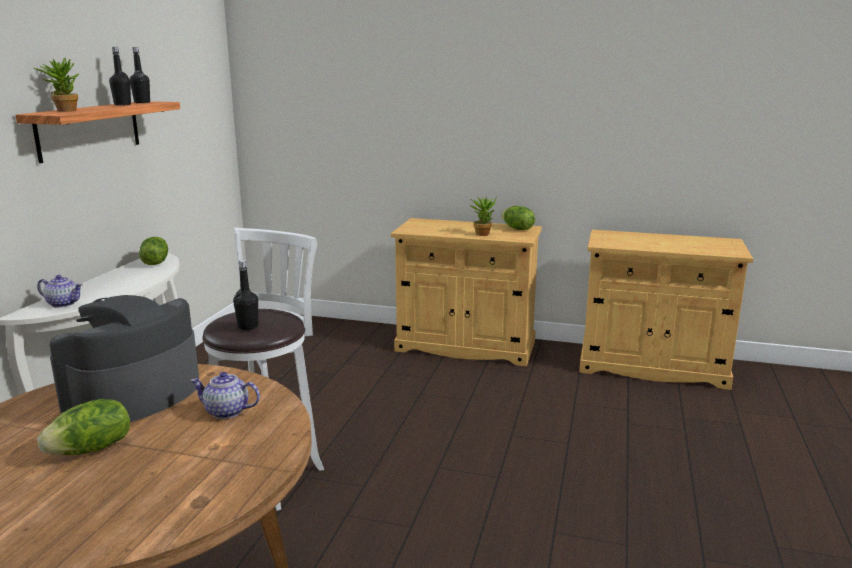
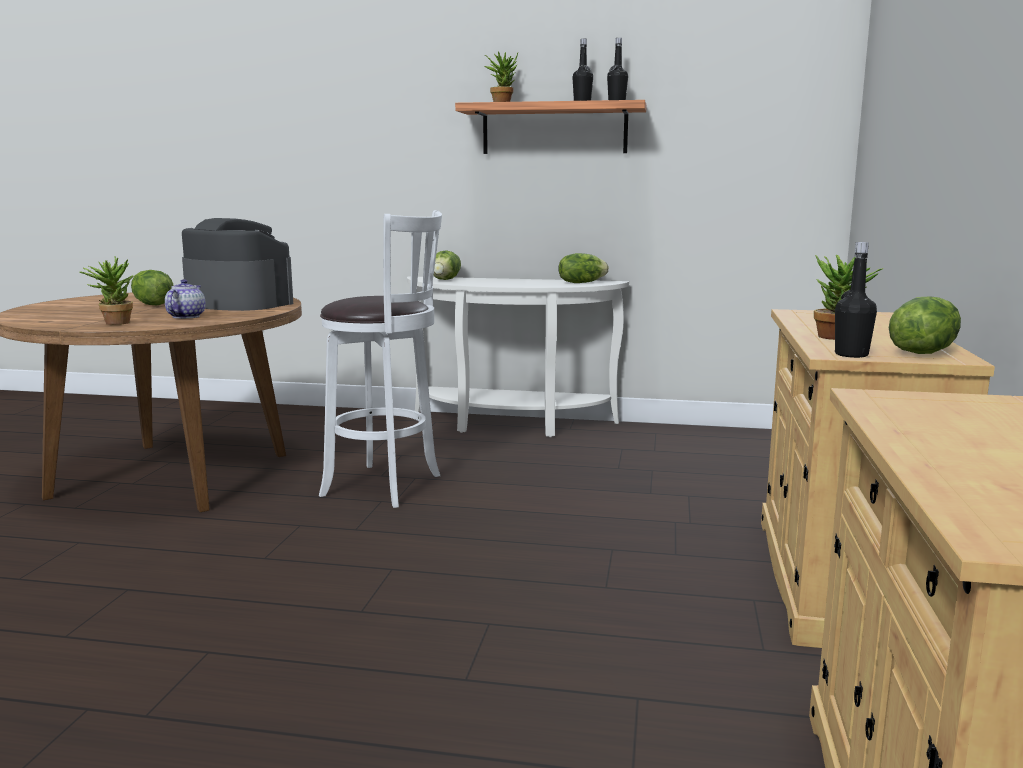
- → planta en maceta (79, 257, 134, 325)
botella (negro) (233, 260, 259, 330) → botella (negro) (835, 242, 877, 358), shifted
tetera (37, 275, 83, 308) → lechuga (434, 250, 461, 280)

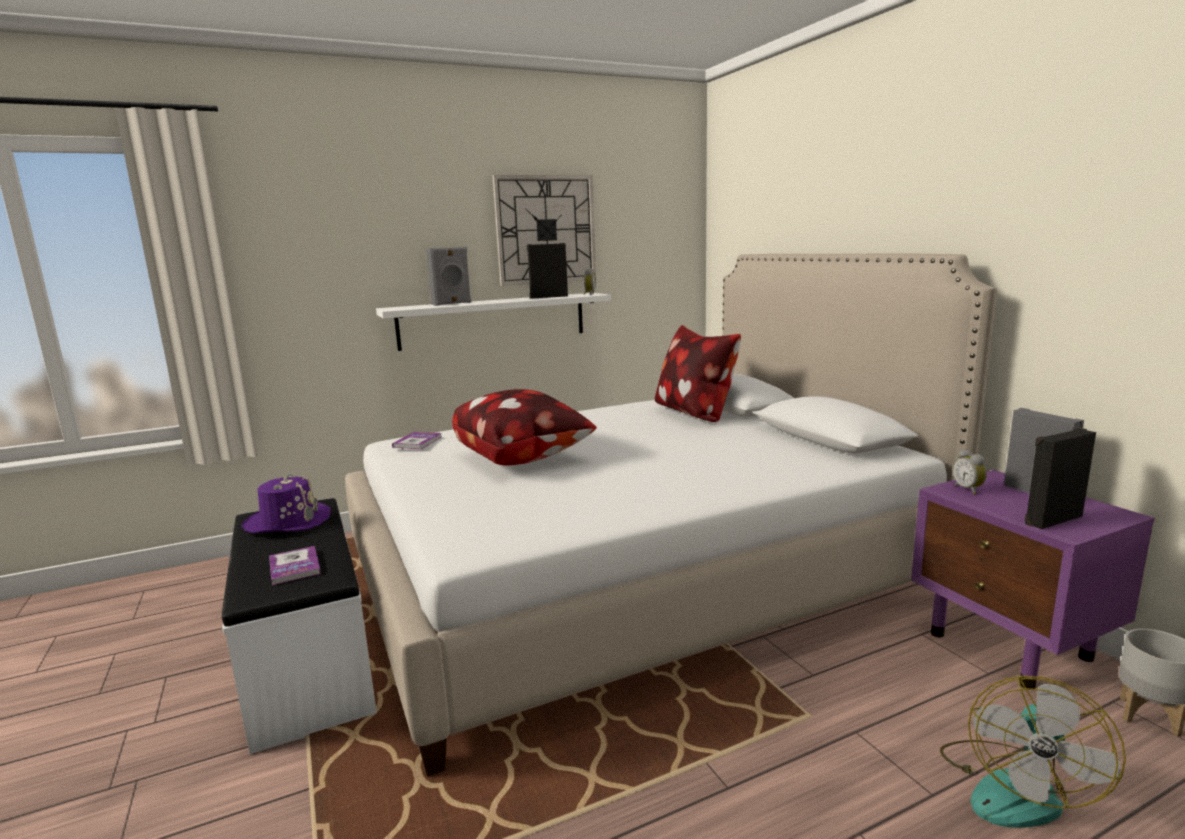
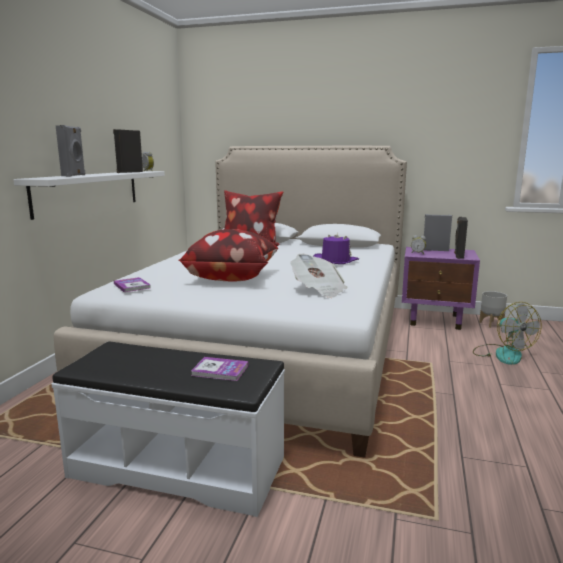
reloj de pared (492, 175, 596, 286) → -
- → periódico (290, 254, 348, 298)
sombrero (morado) (242, 474, 331, 533) → sombrero (morado) (313, 233, 359, 264), shifted

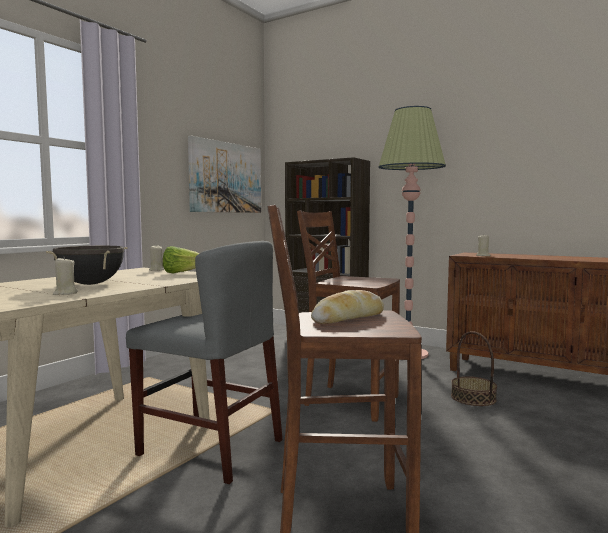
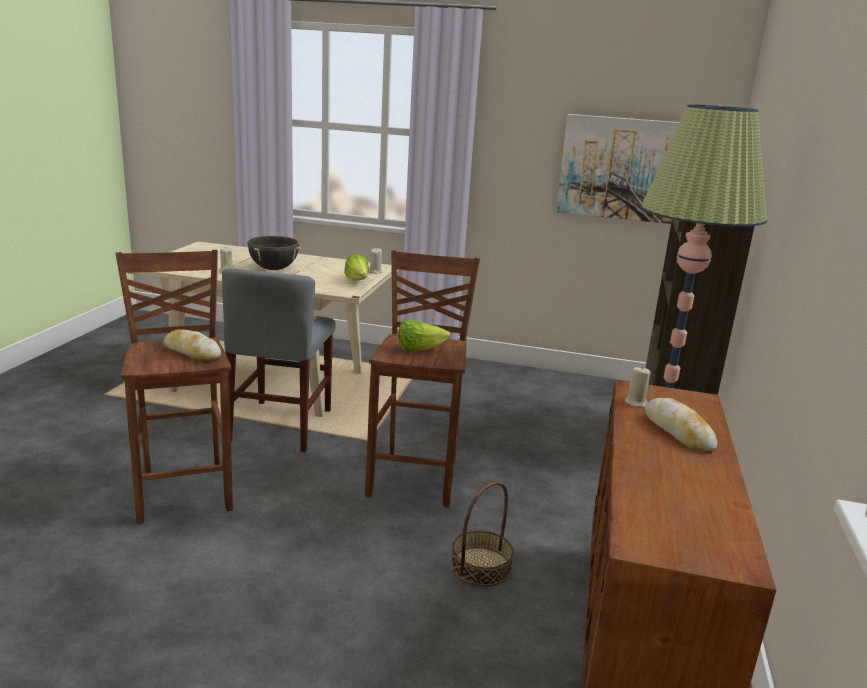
- → lechuga (398, 319, 451, 352)
- → pan (645, 398, 717, 452)

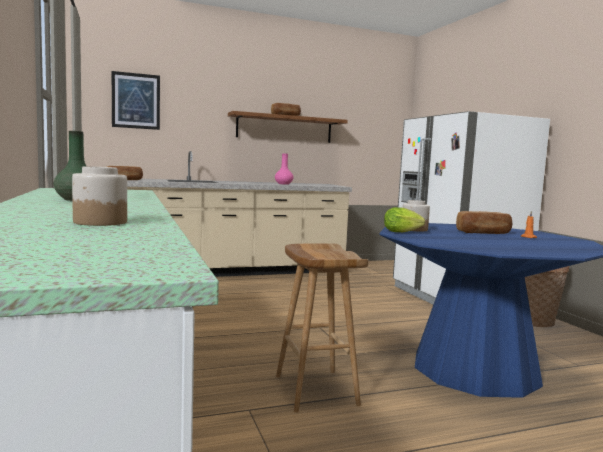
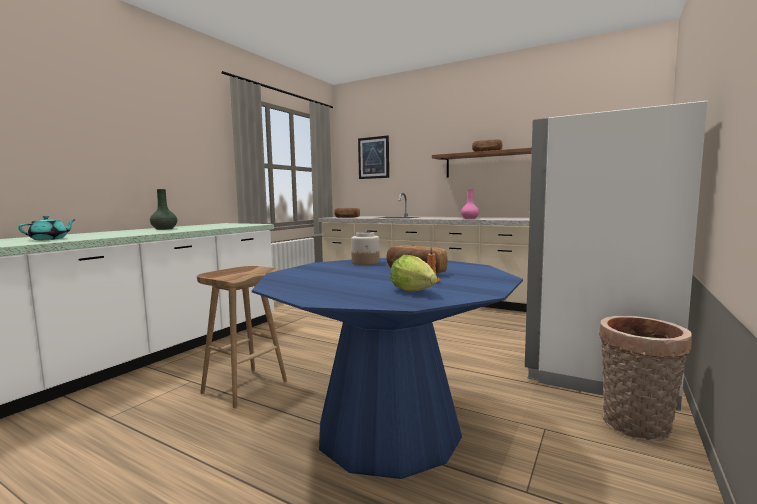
lechuga (384, 207, 425, 233) → lechuga (390, 255, 437, 292), shifted
tarro (72, 166, 127, 226) → tetera (turquesa) (18, 216, 76, 240)

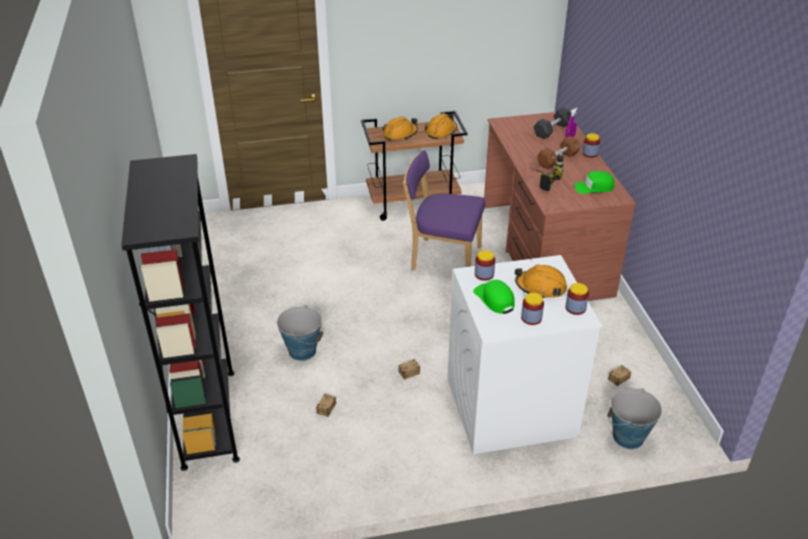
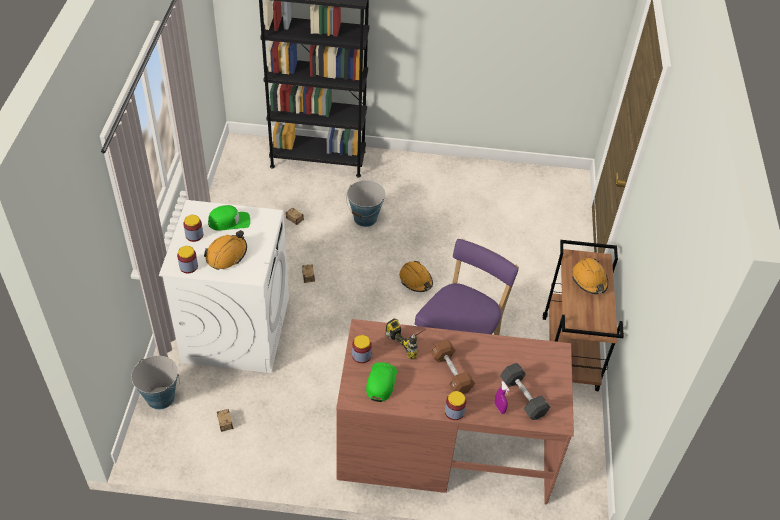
casco (naranja) (425, 113, 457, 139) → casco (naranja) (399, 261, 433, 292), shifted
tarro (475, 250, 495, 281) → tarro (352, 335, 372, 363), shifted

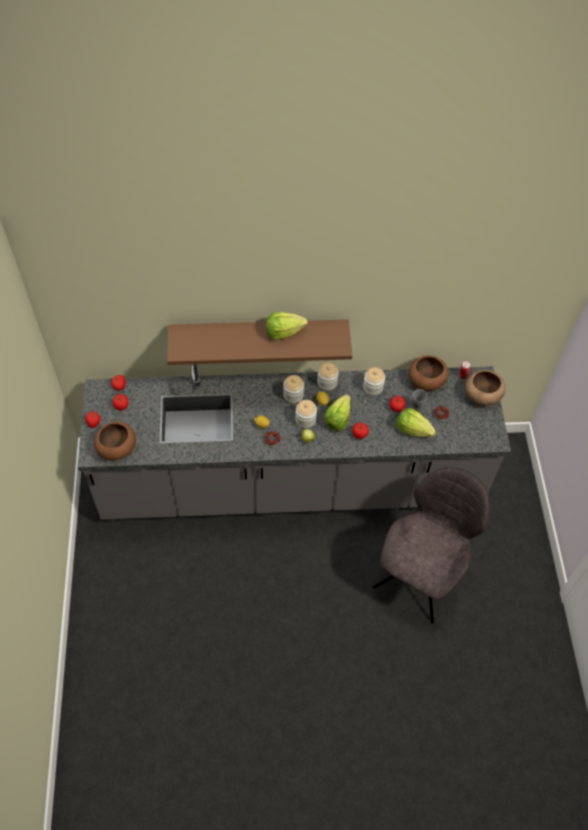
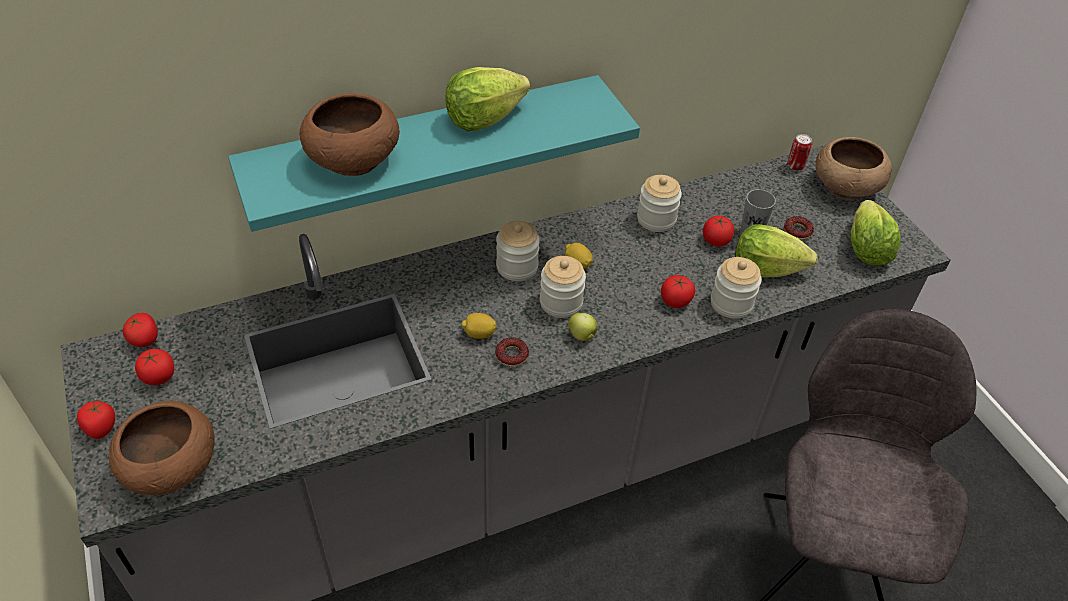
tarro (317, 362, 339, 391) → tarro (711, 257, 762, 319), shifted
lechuga (324, 395, 351, 431) → lechuga (851, 200, 901, 265), shifted
cuenco (marrón) (409, 355, 448, 391) → cuenco (marrón) (299, 93, 400, 176), shifted
estante (marrón) (167, 319, 352, 365) → estante (turquesa) (228, 75, 640, 232)

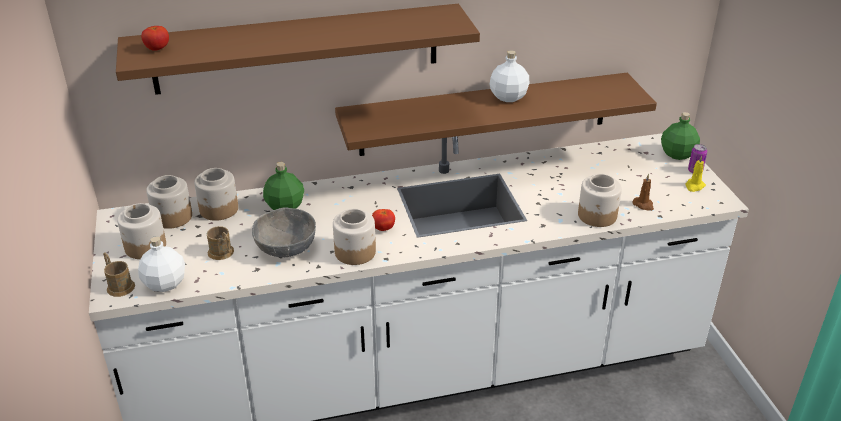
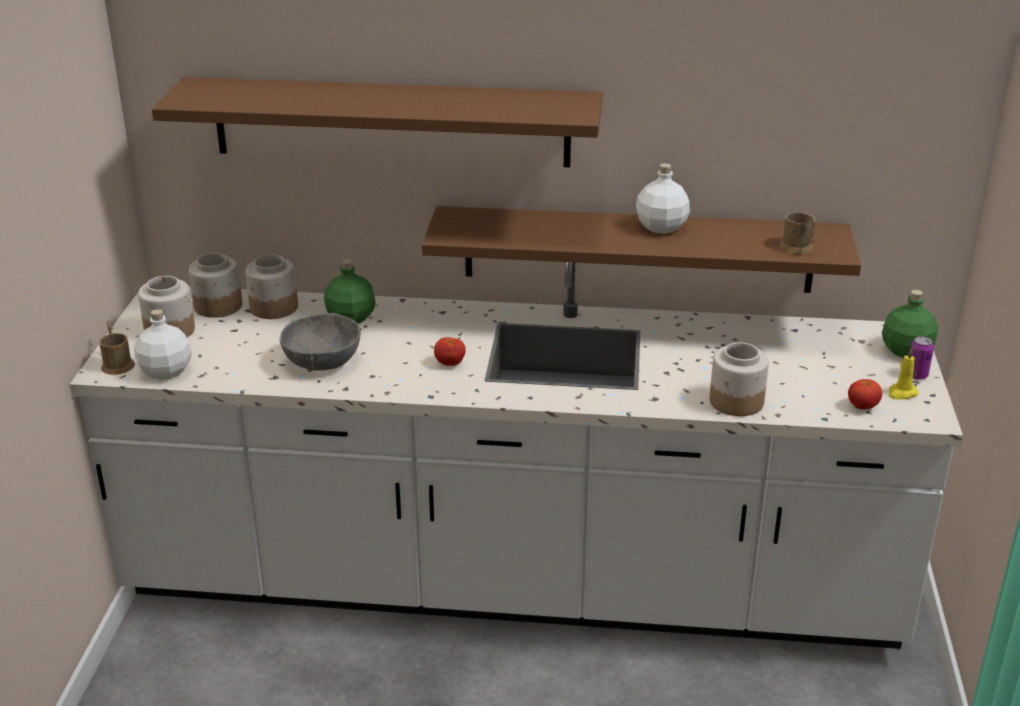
tarro (333, 209, 376, 265) → -
vela (marrón) (632, 174, 654, 211) → -
tomate (141, 26, 169, 51) → tomate (848, 379, 882, 409), shifted
taza grande (marrón) (207, 226, 234, 260) → taza grande (marrón) (779, 212, 816, 253), shifted

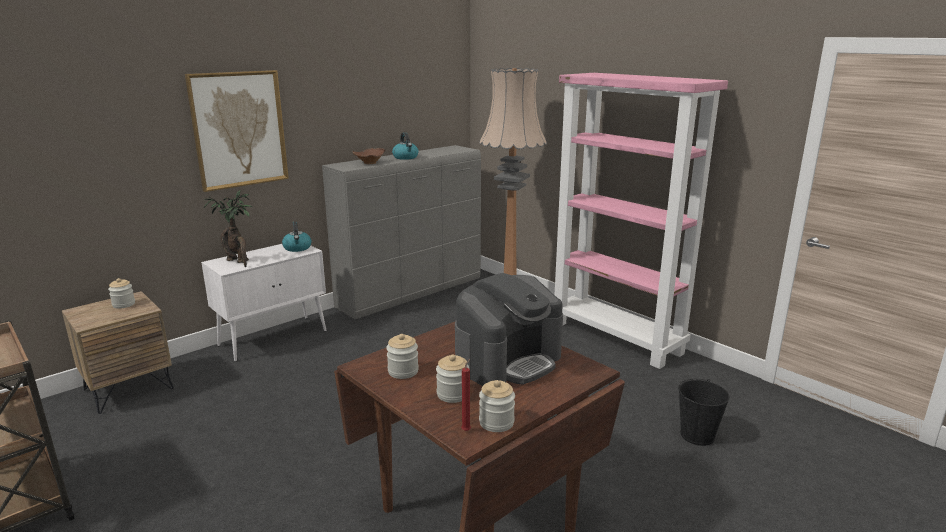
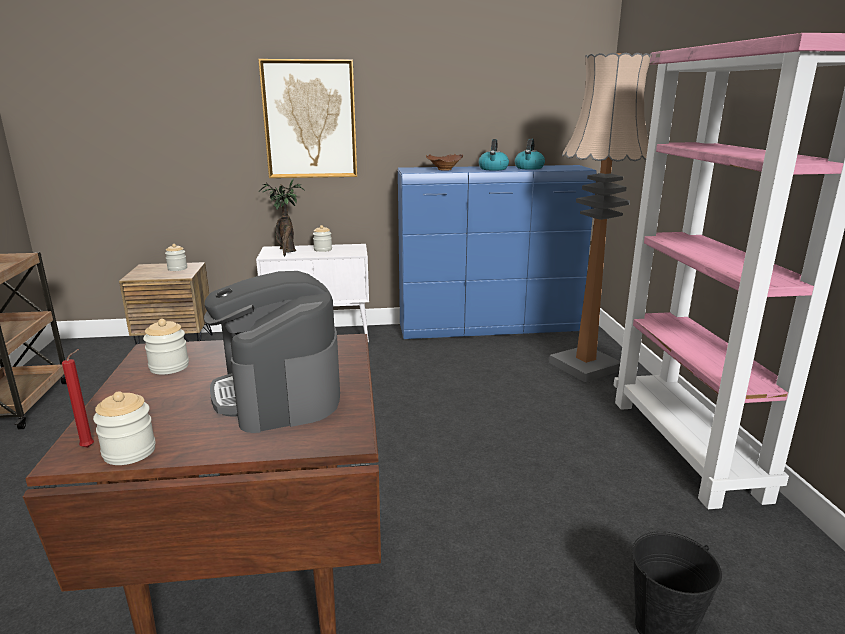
hervidor (282, 222, 312, 252) → hervidor (515, 138, 545, 170), shifted
tarro (436, 354, 469, 403) → tarro (313, 225, 332, 252), shifted
cómoda (gris) (322, 145, 481, 319) → cómoda (azul) (398, 165, 596, 339)
cafetera (455, 273, 563, 386) → cafetera (204, 271, 340, 433), 75 degrees clockwise

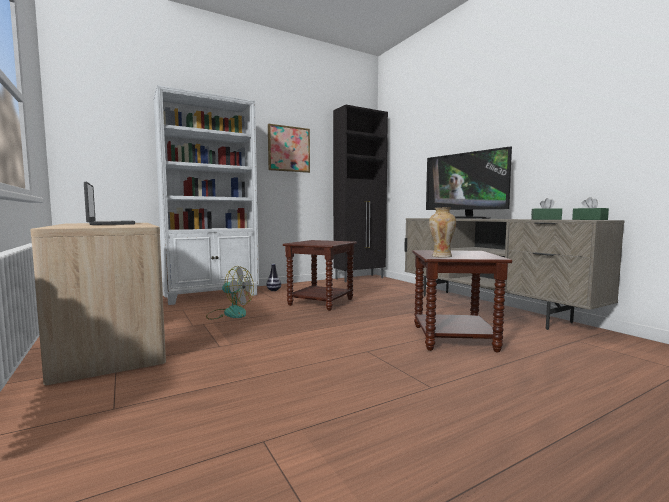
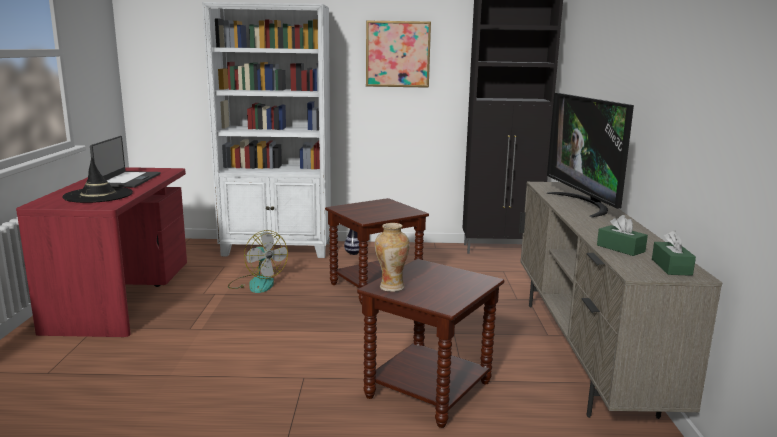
- → sombrero (negro) (62, 157, 133, 203)
escritorio (beis) (30, 223, 166, 385) → escritorio (rojo) (16, 167, 187, 337)

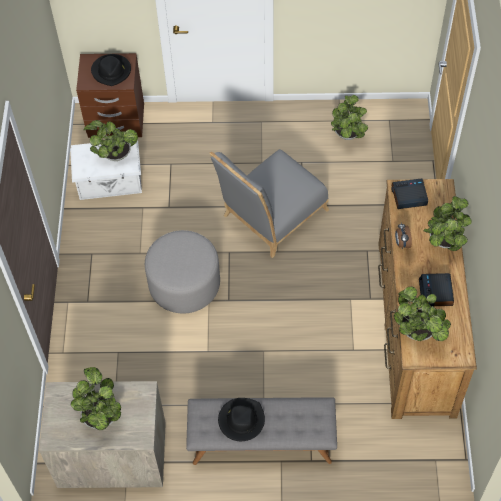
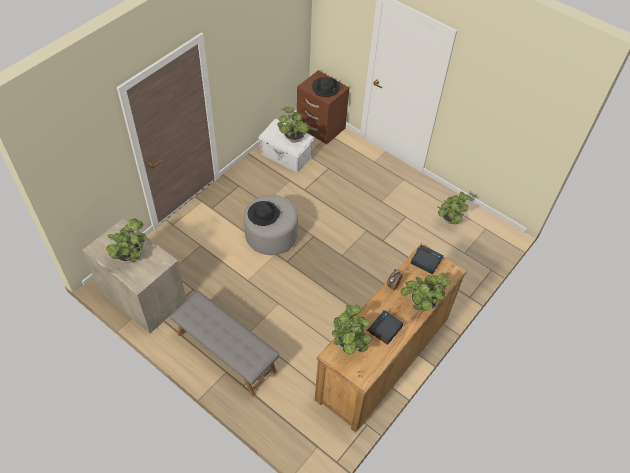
silla (gris) (209, 149, 329, 258) → -
sombrero (negro) (218, 398, 265, 441) → sombrero (negro) (248, 201, 280, 226), shifted

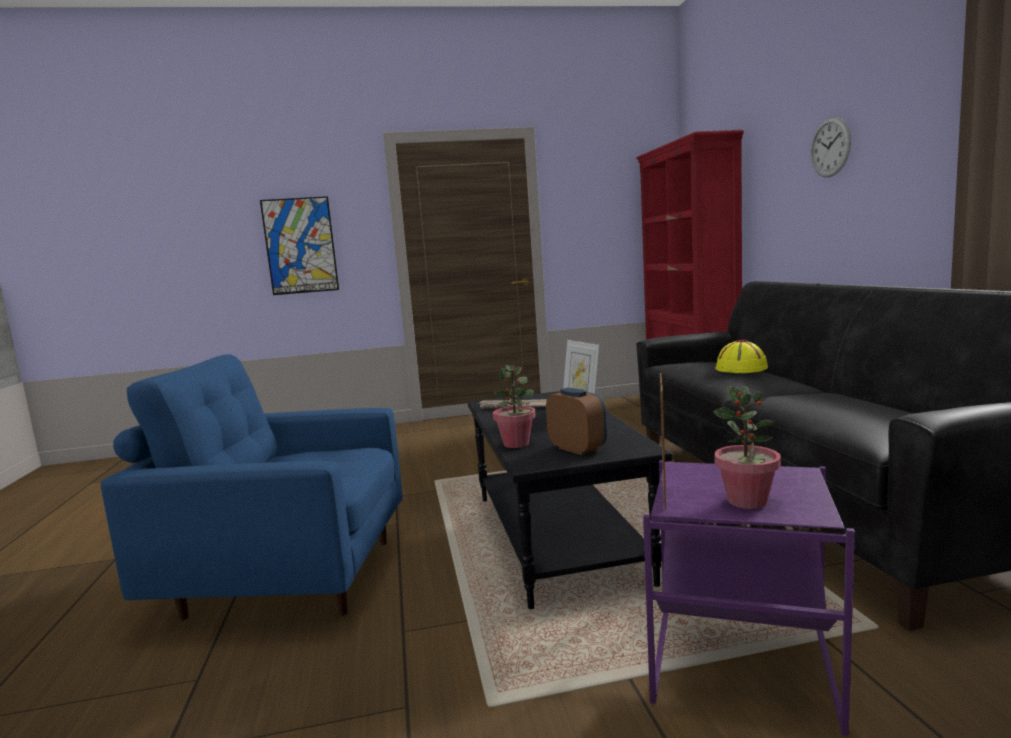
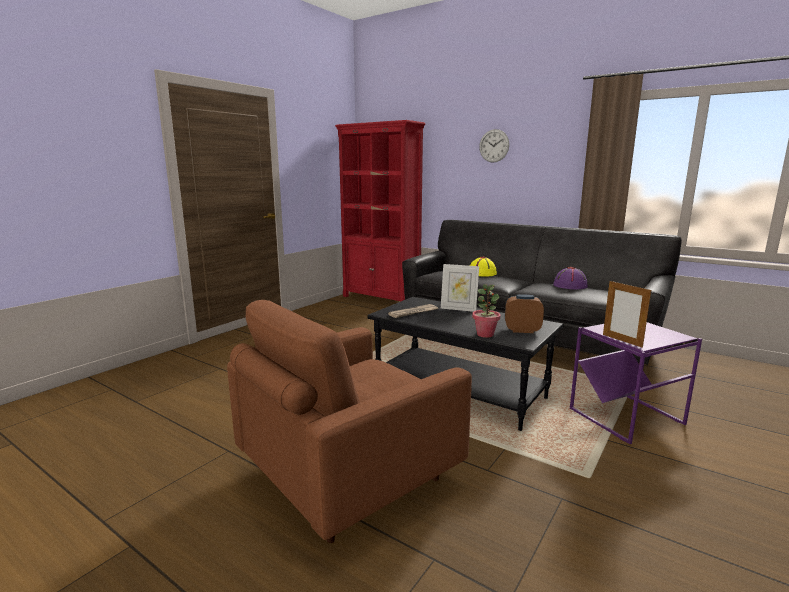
cuadro (260, 196, 339, 295) → -
planta en maceta (713, 386, 781, 509) → -
- → sombrero (morado) (553, 267, 588, 289)
sillón (azul) (101, 354, 403, 620) → sillón (marrón) (227, 300, 472, 543)

